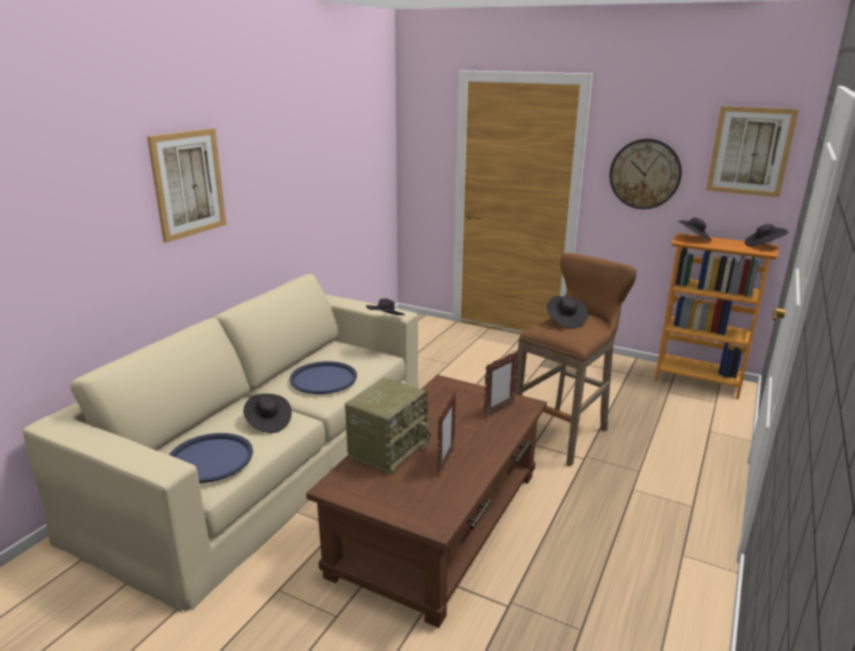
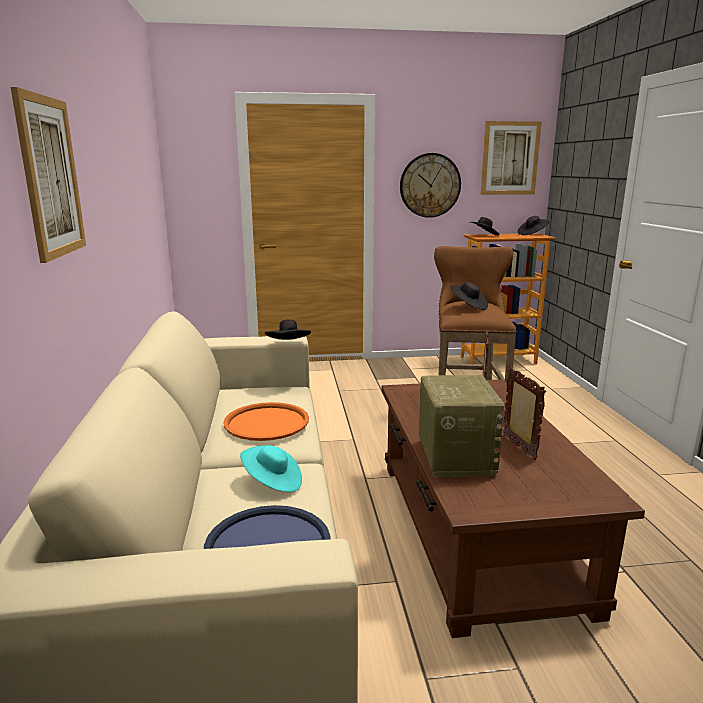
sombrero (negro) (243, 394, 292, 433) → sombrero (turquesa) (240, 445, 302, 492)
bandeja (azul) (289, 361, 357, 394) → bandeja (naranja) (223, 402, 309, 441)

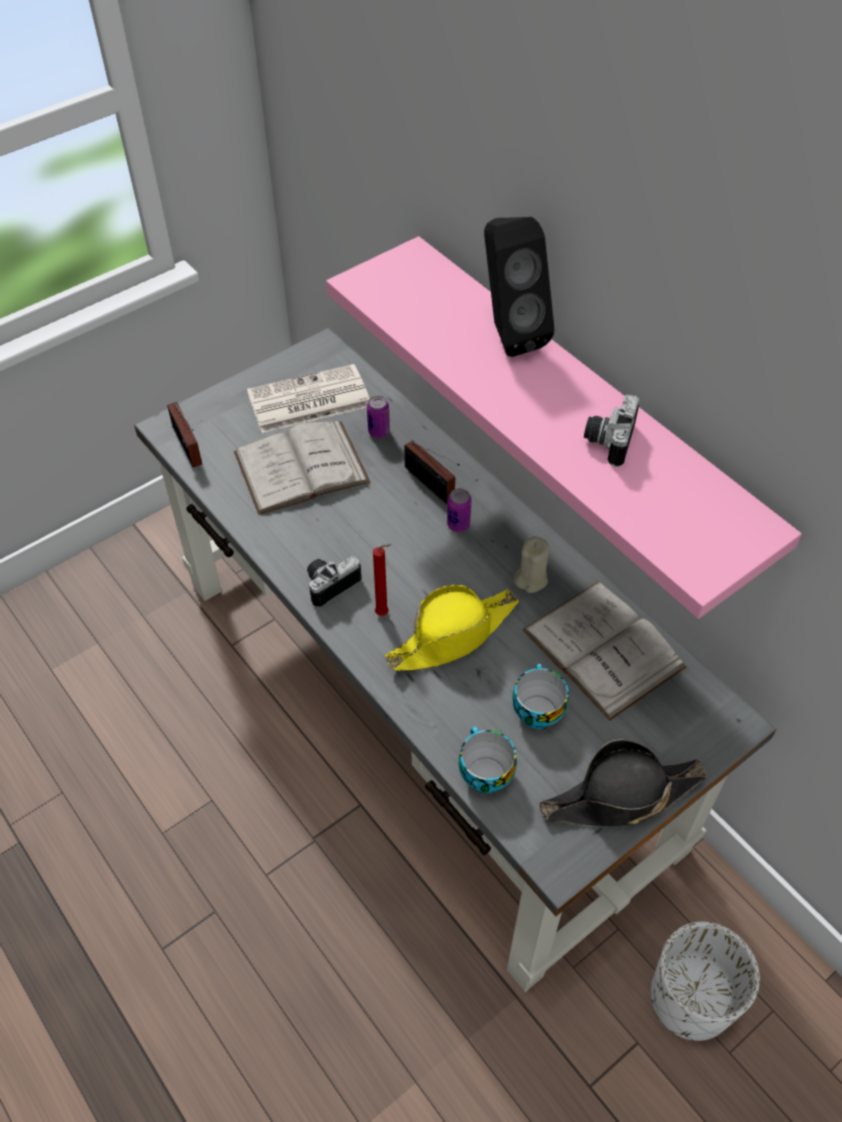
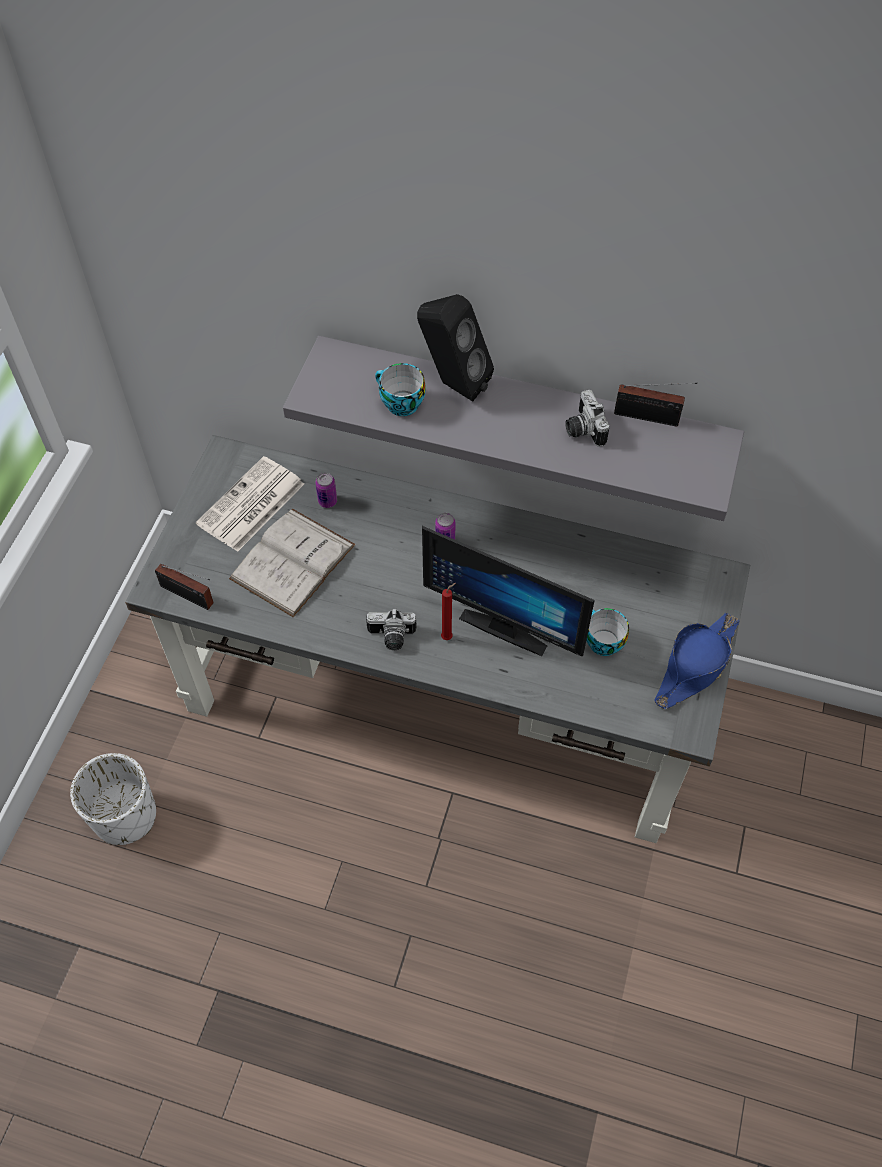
vela (beis) (514, 536, 550, 593) → -
libro (blanco) (523, 582, 687, 721) → -
radio (404, 440, 460, 504) → radio (614, 383, 697, 427), shifted
taza (459, 727, 517, 793) → taza (375, 363, 426, 416), shifted
maceta (blanco) (651, 922, 760, 1041) → maceta (blanco) (70, 753, 156, 845), shifted
sombrero (amarillo) (385, 585, 519, 671) → monitor (422, 526, 595, 656)
estante (rosa) (326, 236, 802, 619) → estante (gris) (283, 336, 744, 521)
sombrero (negro) (539, 739, 707, 826) → sombrero (azul) (654, 613, 740, 709)
cámara (307, 556, 362, 607) → cámara (366, 608, 417, 650), 105 degrees counterclockwise

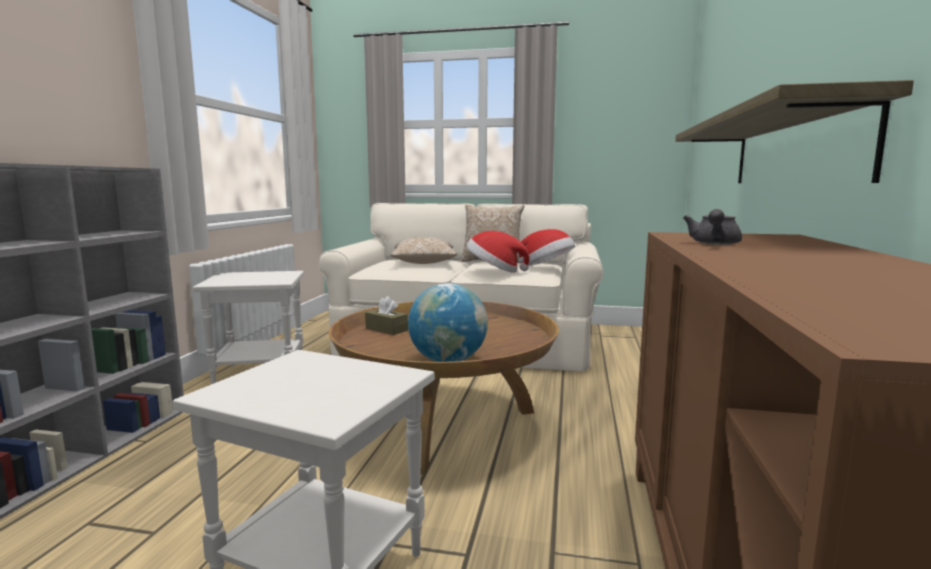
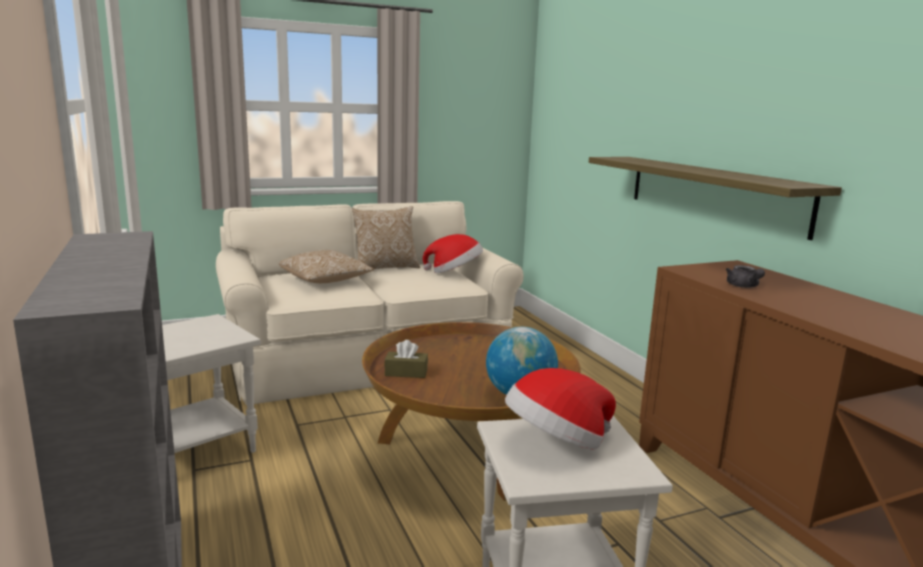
sombrero (466, 231, 530, 273) → sombrero (505, 368, 616, 449), shifted

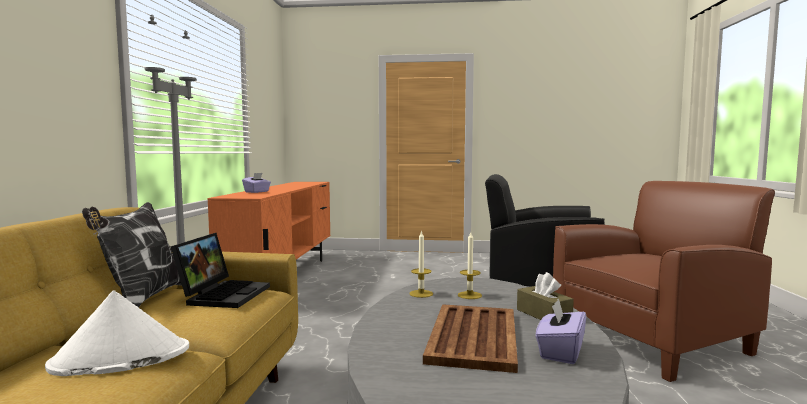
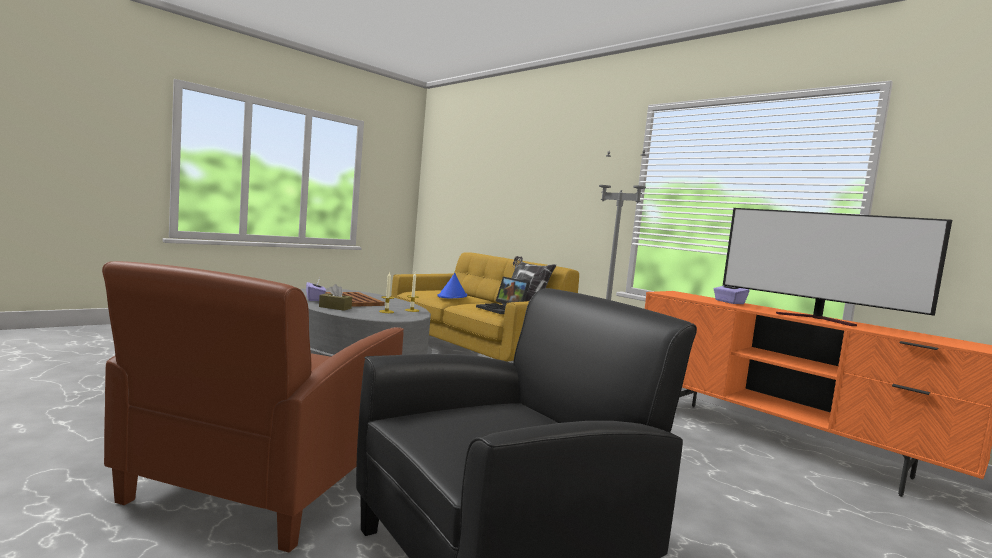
- → televisor (723, 208, 952, 326)
sombrero (blanco) (45, 291, 189, 376) → sombrero (azul) (438, 273, 467, 299)

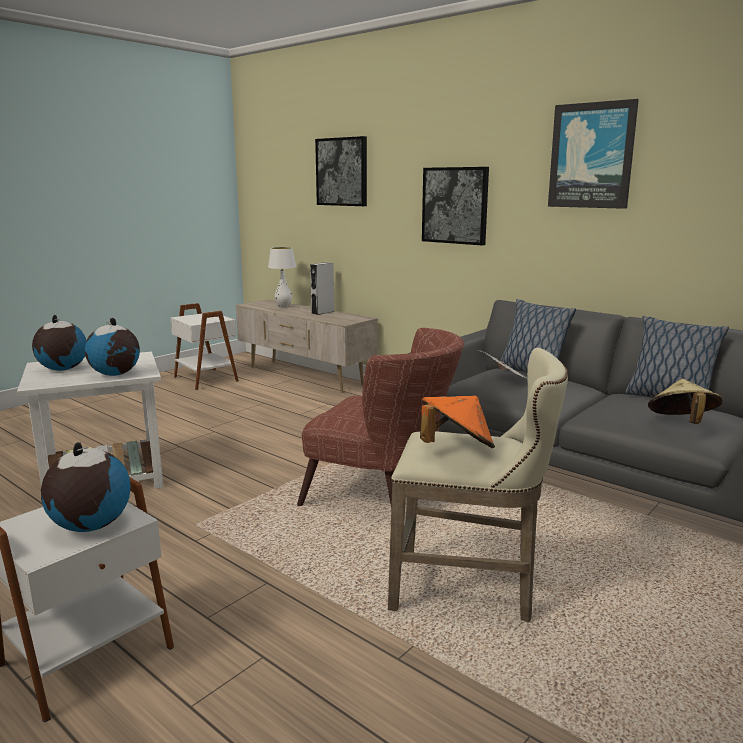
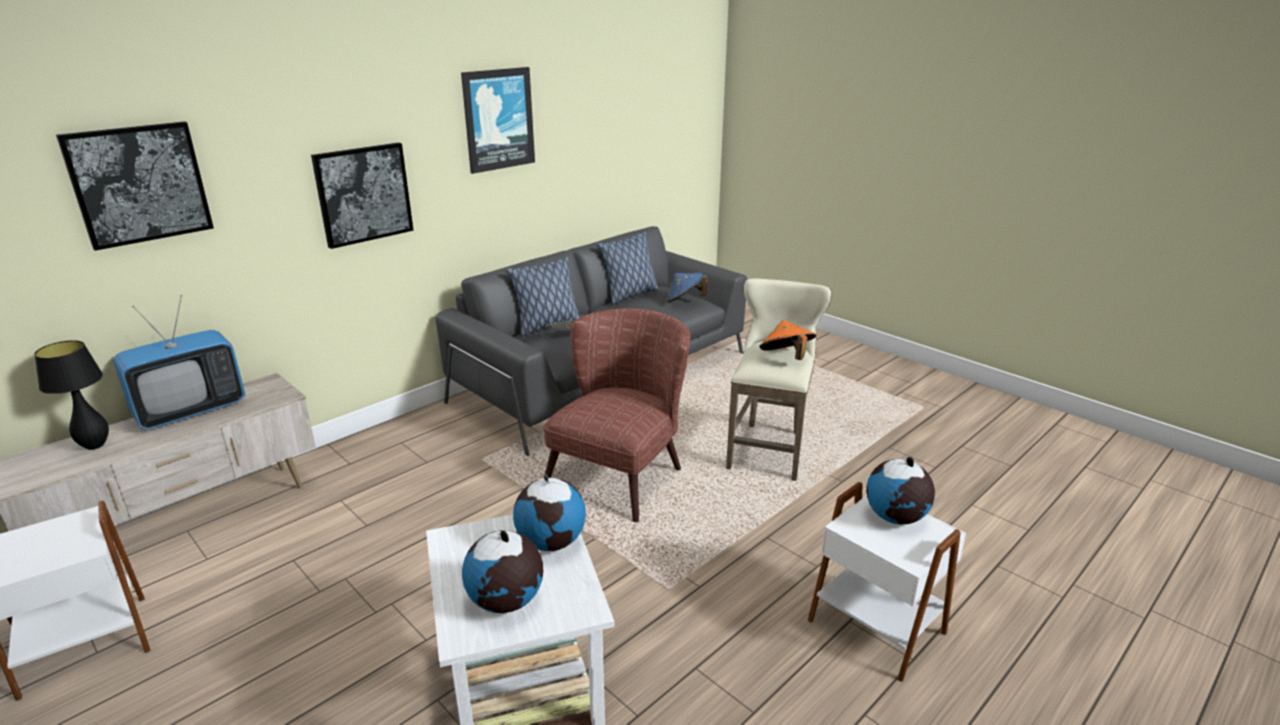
altavoz (gris) (310, 262, 334, 315) → televisor (113, 295, 245, 430)
lámpara de mesa (blanco) (268, 247, 296, 308) → lámpara de mesa (negro) (34, 340, 109, 450)
sombrero (beis) (648, 379, 722, 424) → sombrero (azul) (666, 273, 707, 303)

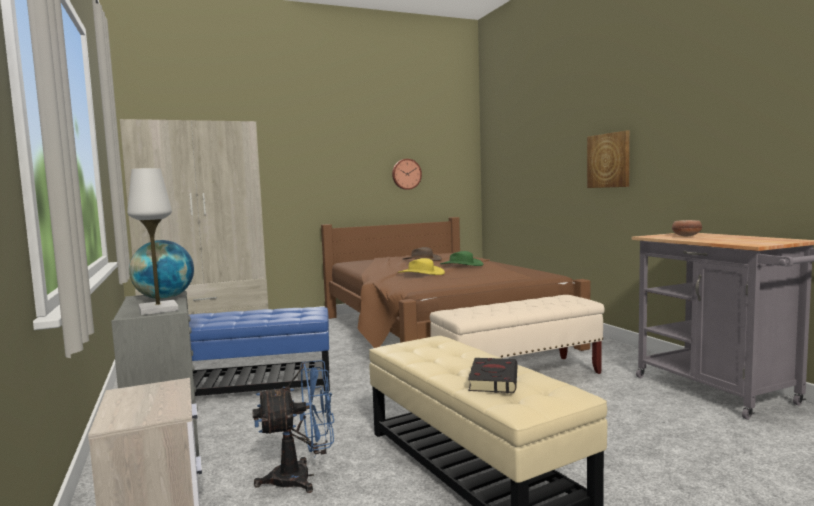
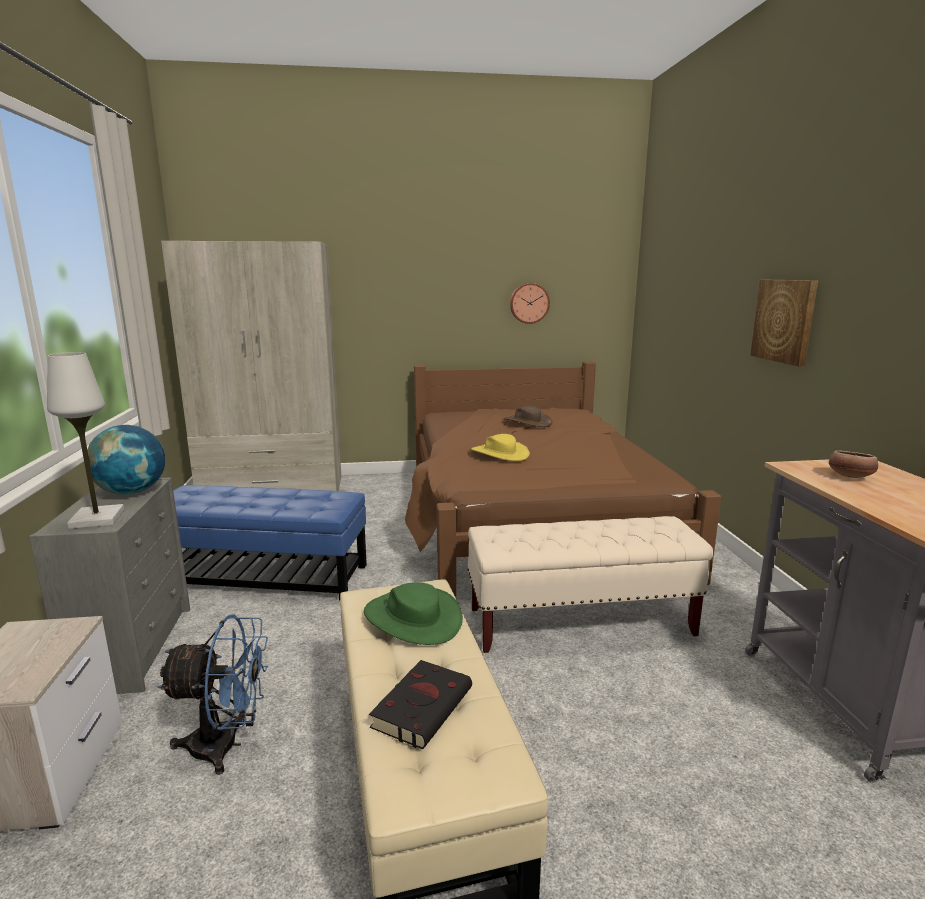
sombrero (verde) (440, 251, 483, 266) → sombrero (verde) (364, 582, 463, 645), shifted

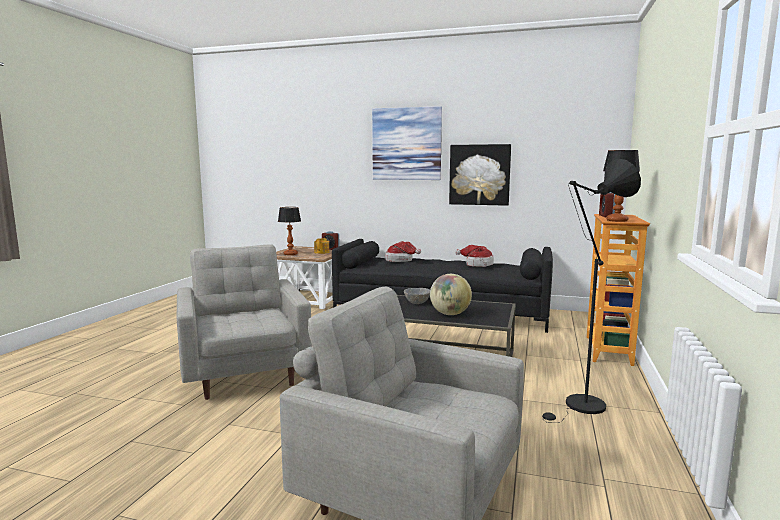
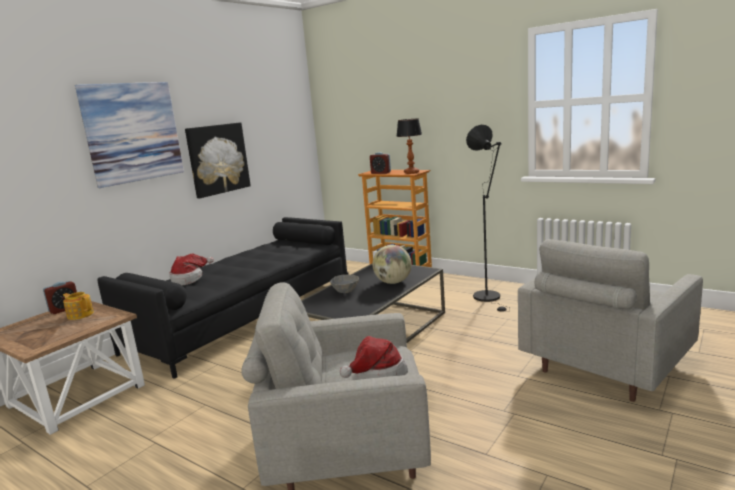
lámpara de mesa (278, 207, 301, 255) → -
sombrero (455, 245, 494, 267) → sombrero (339, 336, 408, 380), shifted

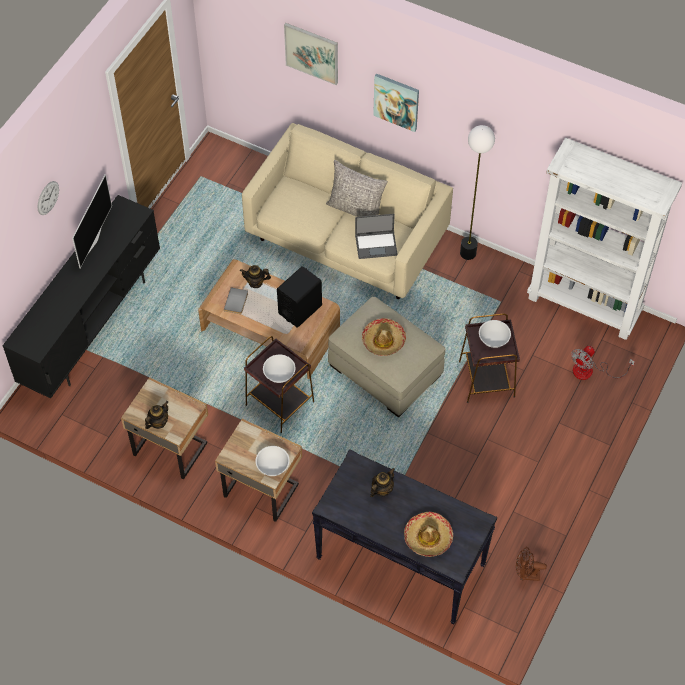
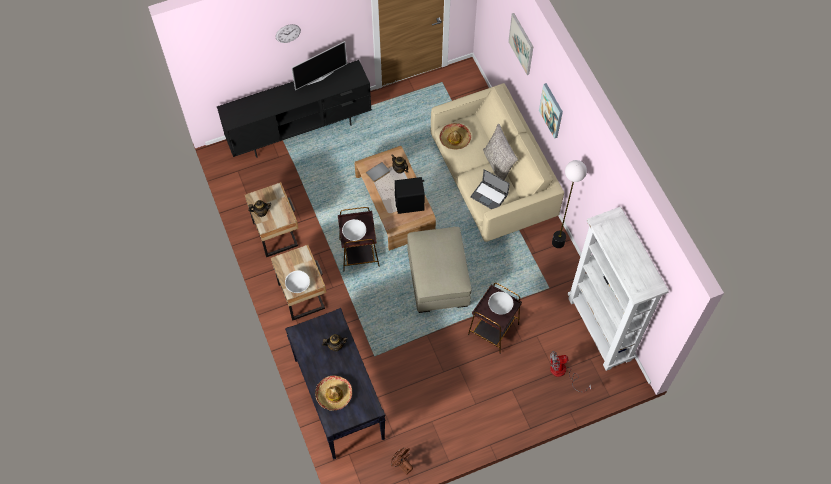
sombrero (362, 318, 406, 356) → sombrero (439, 123, 471, 149), shifted

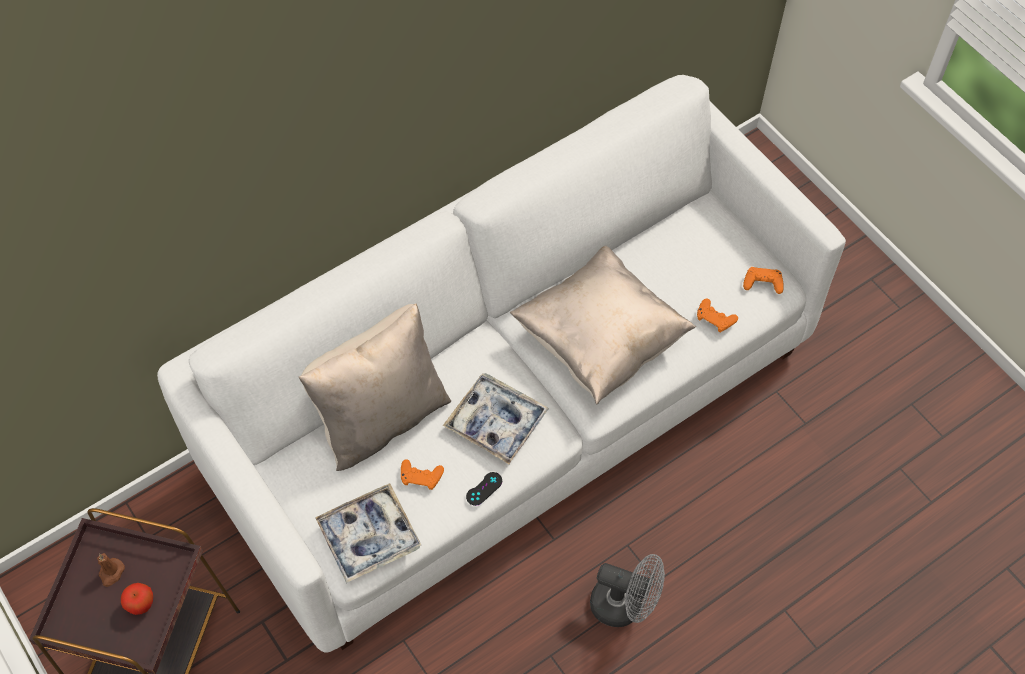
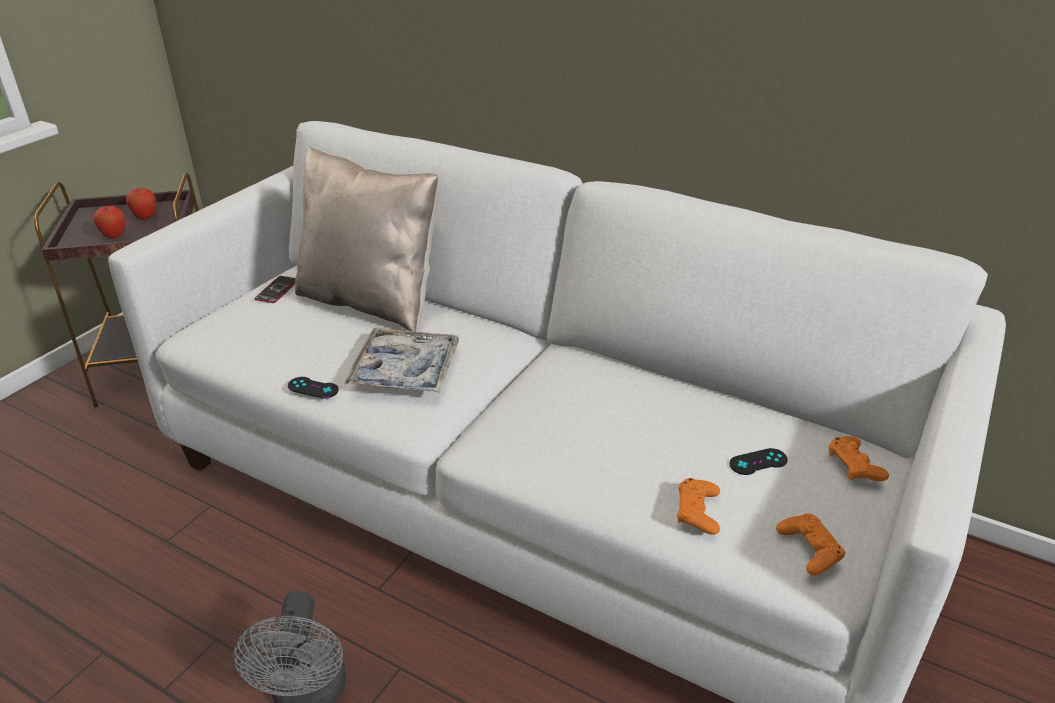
bandeja (315, 483, 421, 583) → -
cojín (beis) (510, 246, 696, 405) → -
- → móvil (254, 276, 295, 303)
- → mando de consola (negro) (730, 448, 788, 475)
mando de consola (naranja) (401, 459, 444, 490) → mando de consola (naranja) (829, 436, 889, 481), shifted
vela (marrón) (97, 553, 125, 587) → manzana (126, 188, 157, 220)

